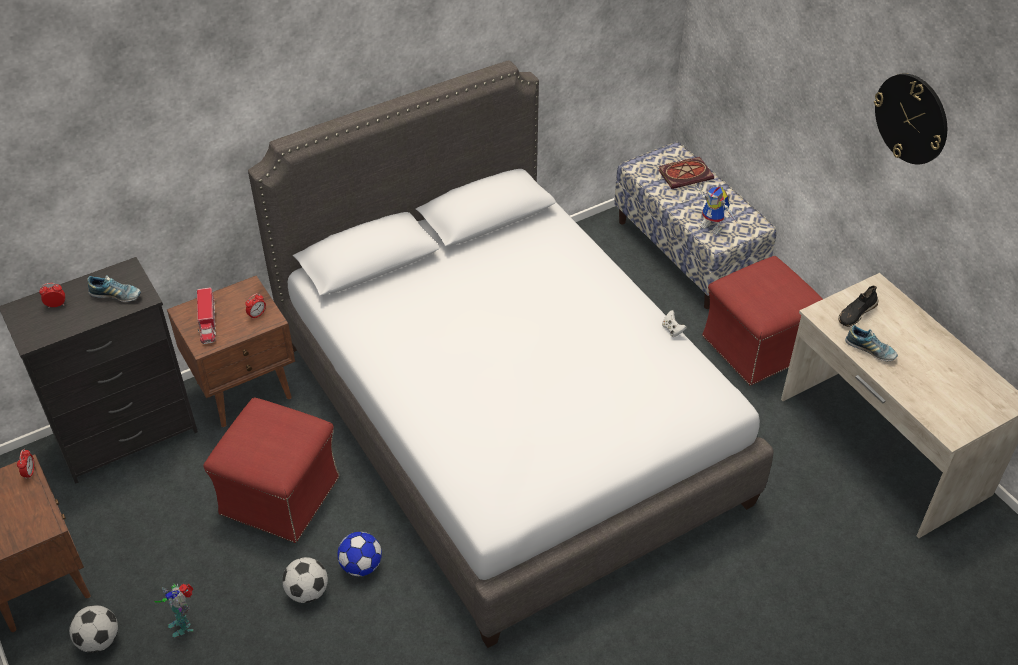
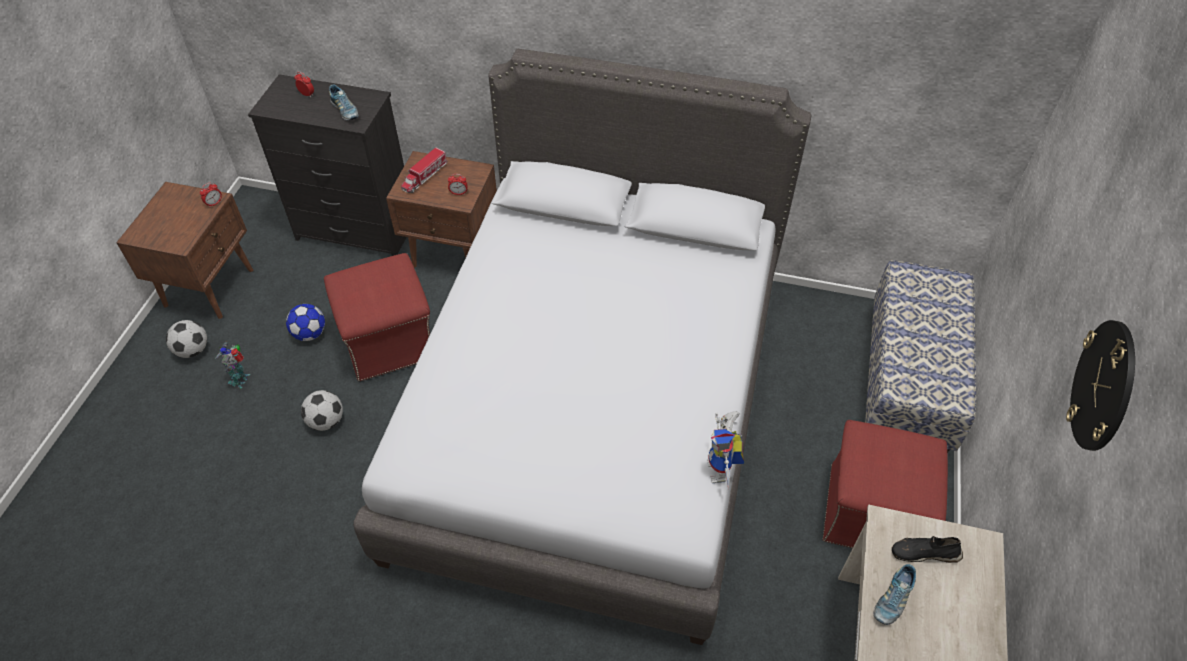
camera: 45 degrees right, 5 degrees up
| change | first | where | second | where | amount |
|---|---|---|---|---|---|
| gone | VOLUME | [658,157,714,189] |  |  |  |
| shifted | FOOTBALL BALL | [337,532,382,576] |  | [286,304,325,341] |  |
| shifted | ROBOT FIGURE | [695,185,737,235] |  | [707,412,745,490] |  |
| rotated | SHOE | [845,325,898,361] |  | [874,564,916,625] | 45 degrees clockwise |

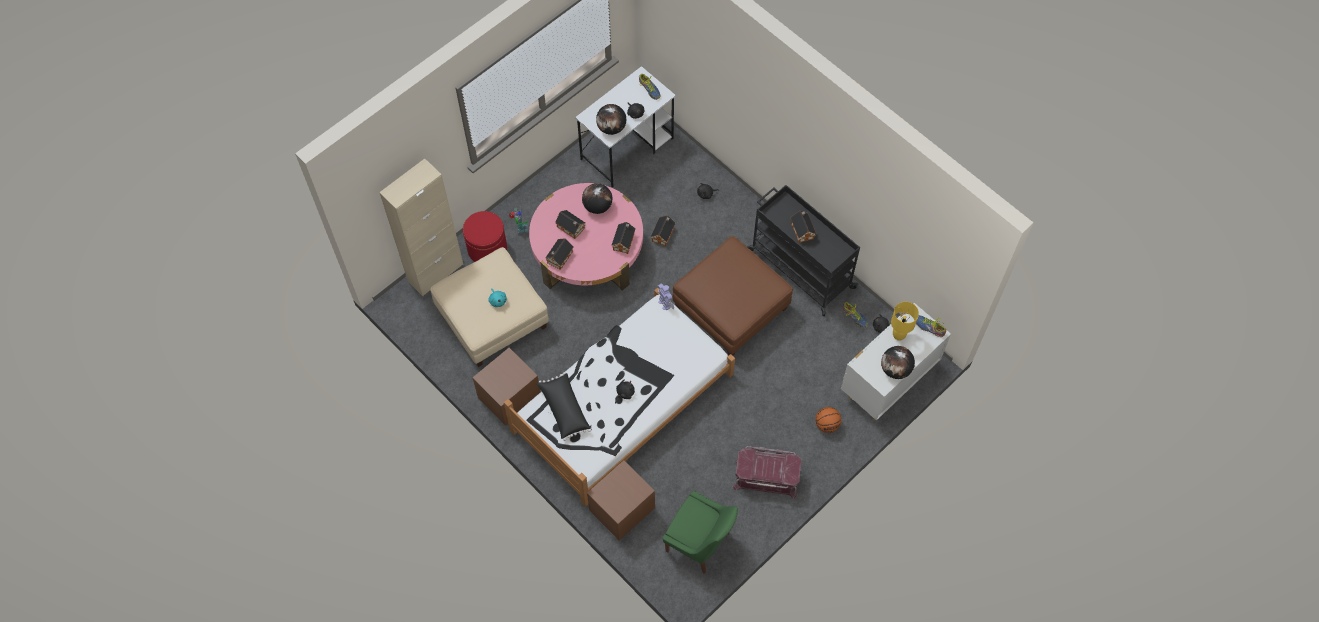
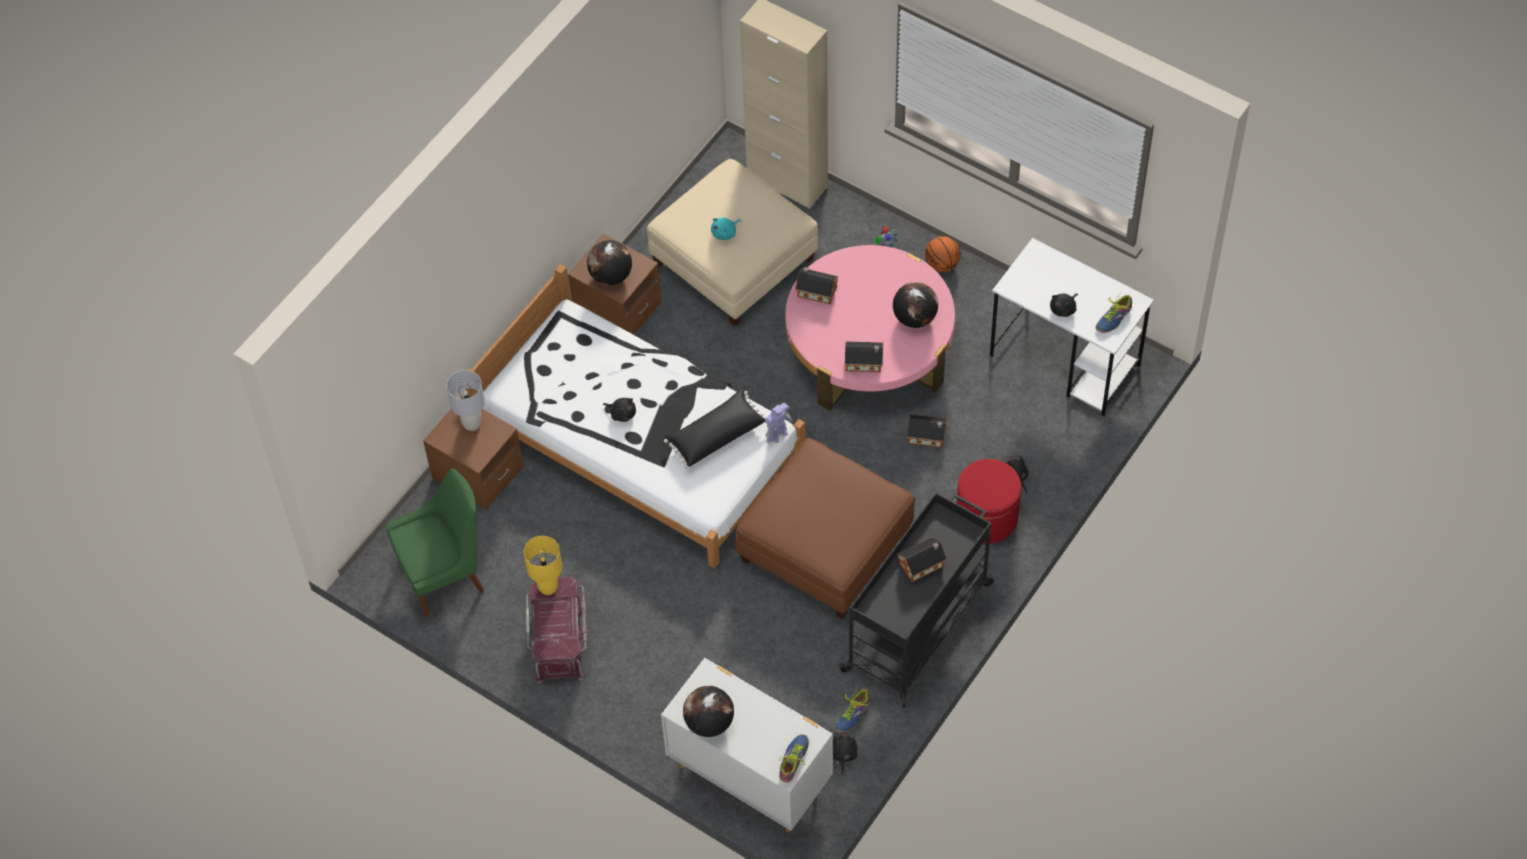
camera: 80 degrees right, 5 degrees down
| change | first | where | second | where | amount |
|---|---|---|---|---|---|
| gone | MODEL HOUSE | [555,210,585,239] |  |  |  |
| new |  |  | GRAY TABLETOP LAMP | [447,370,485,431] |  |
| shifted | RED-COLOURED OTTOMAN | [463,211,507,262] |  | [957,459,1022,543] |  |
| shifted | BLACK-COLOURED THROW PILLOW | [537,372,591,441] |  | [664,389,767,469] |  |
| shifted | WORLD GLOBE | [596,104,626,135] |  | [587,240,632,286] |  |
| shifted | BASKETBALL | [815,407,841,433] |  | [925,236,961,272] |  |
| shifted | YELLOW TABLETOP LAMP | [891,302,919,341] |  | [524,536,562,595] |  |
| rotated | GREENISH UPRIGHT CHAIR | [663,490,738,574] |  | [385,469,484,617] | 135 degrees counterclockwise |

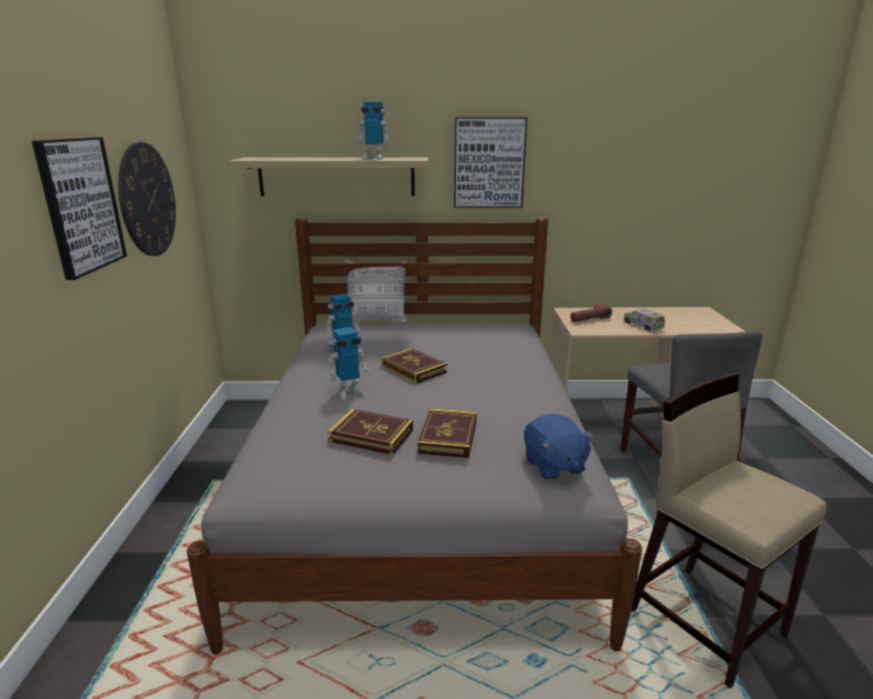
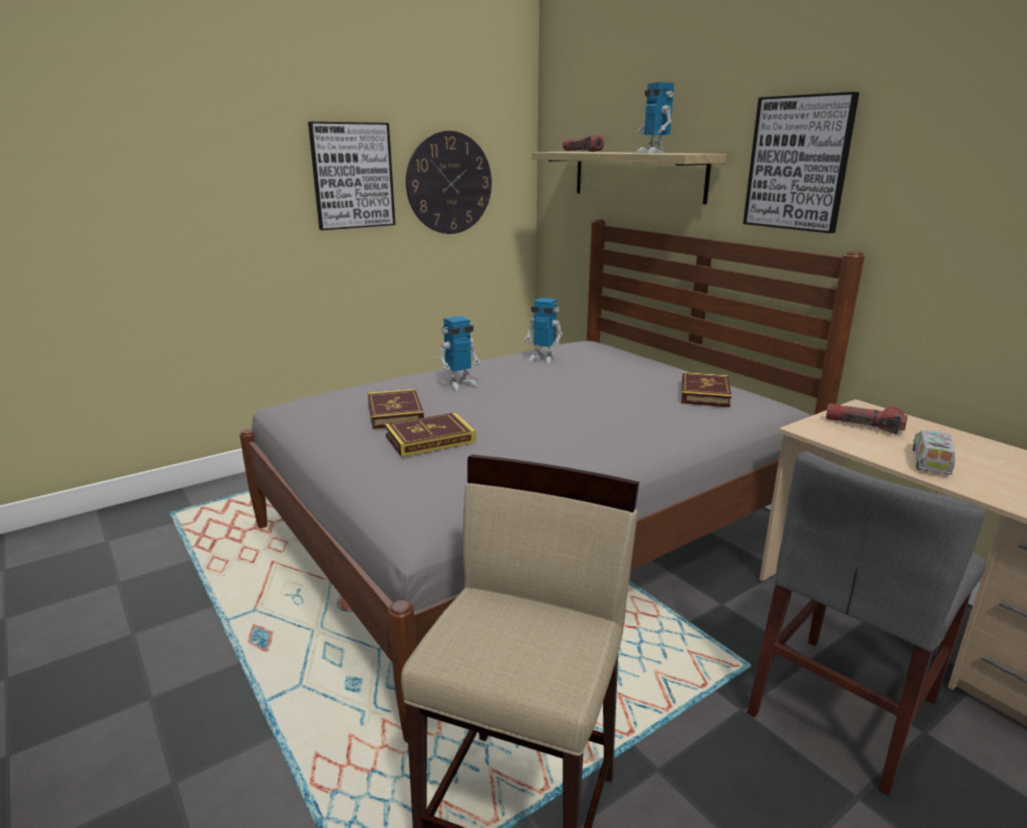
camera: 55 degrees right, 0 degrees up
| change | first | where | second | where | amount |
|---|---|---|---|---|---|
| gone | THROW PILLOW | [344,260,407,324] |  |  |  |
| gone | BLUE CUDDLY TOY | [524,414,594,480] |  |  |  |
| new |  |  | HAND TORCH | [563,135,604,152] |  |
| shifted | VOLUME | [382,348,447,384] |  | [681,372,732,407] |  |
| rotated | ROBOT FIGURE | [327,327,370,400] |  | [439,316,481,391] | 60 degrees counterclockwise |

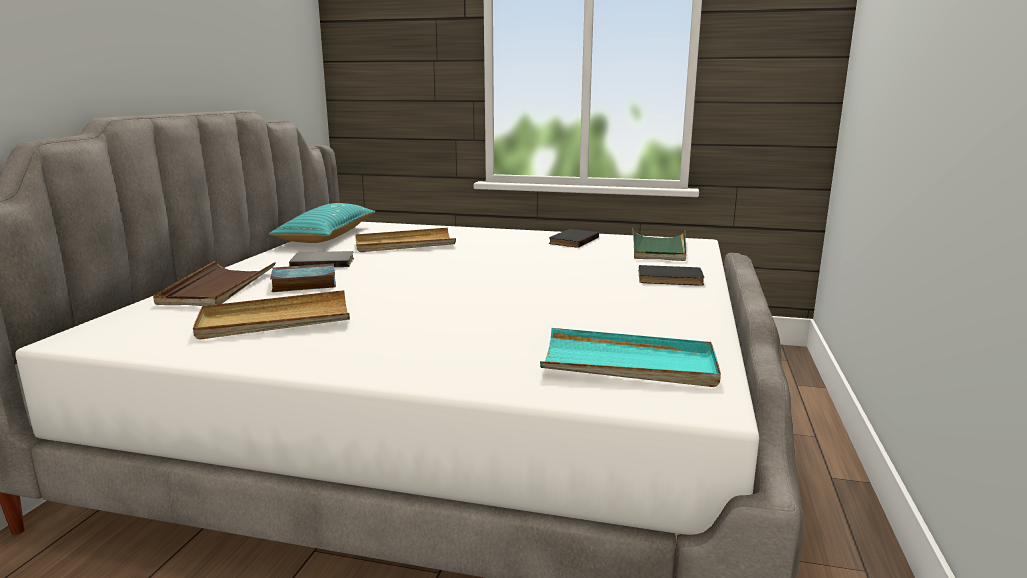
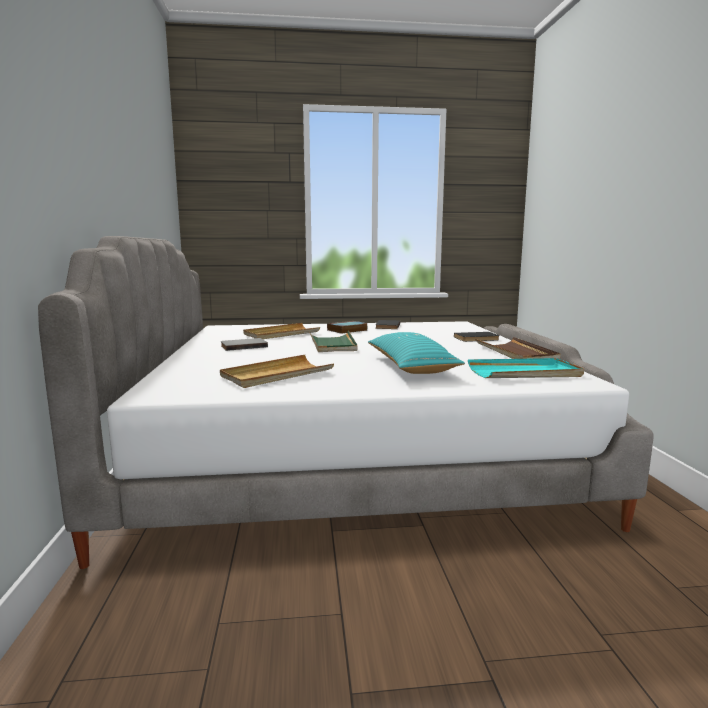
camera: 20 degrees left, 5 degrees down
| change | first | where | second | where | amount |
|---|---|---|---|---|---|
| shifted | BROWN-COLOURED SERVING TRAY | [153,261,276,306] |  | [475,337,561,359] |  |
| shifted | TURQUOISE-COLOURED THROW PILLOW | [268,203,375,243] |  | [368,332,465,374] |  |
| shifted | VOLUME | [270,263,336,292] |  | [327,321,368,334] |  |
| shifted | GREENISH SERVING TRAY | [632,228,686,261] |  | [309,331,357,352] |  |

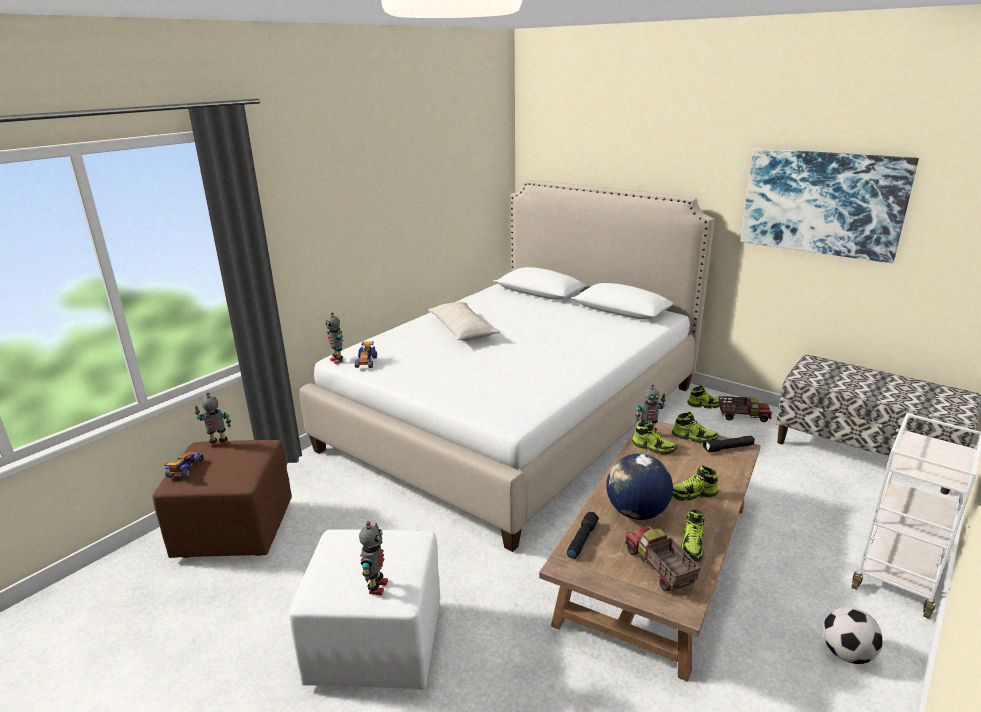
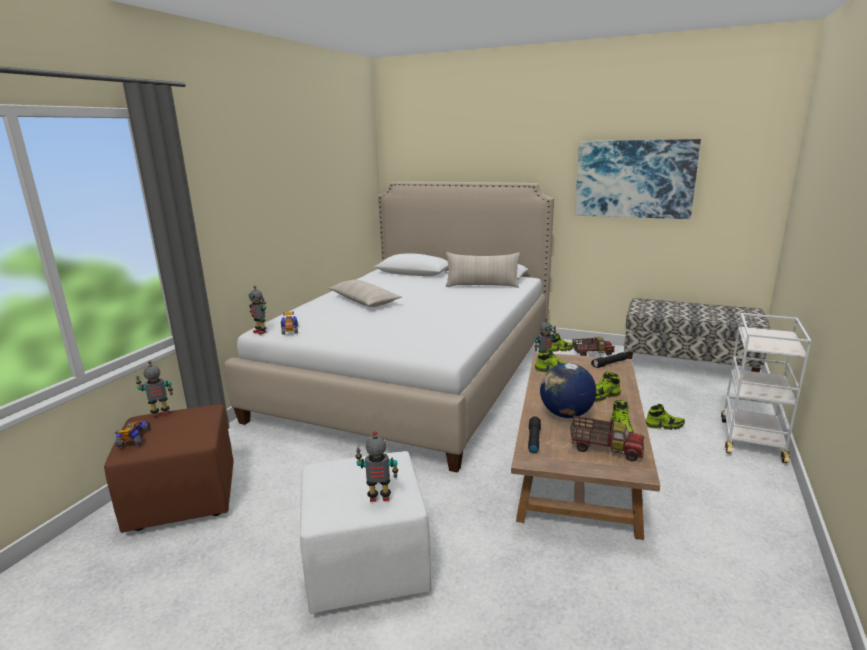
camera: 15 degrees left, 5 degrees down
| change | first | where | second | where | amount |
|---|---|---|---|---|---|
| gone | FOOTBALL BALL | [823,607,883,664] |  |  |  |
| new |  |  | BEIGE-COLOURED THROW PILLOW | [446,252,520,288] |  |
| shifted | SHOE | [672,412,719,444] |  | [646,404,685,430] |  |
| rotated | ROBOT FIGURE | [359,521,388,595] |  | [356,431,398,502] | 90 degrees counterclockwise |
| rotated | TOY LORRY | [625,526,701,592] |  | [570,416,644,461] | 150 degrees clockwise |

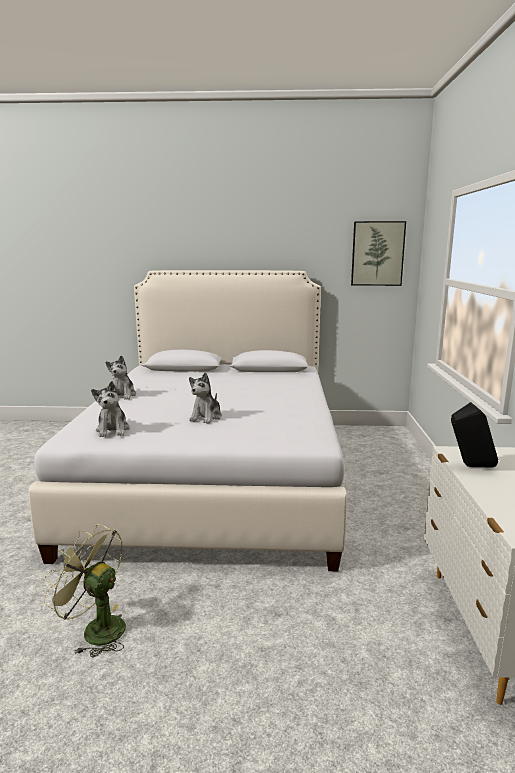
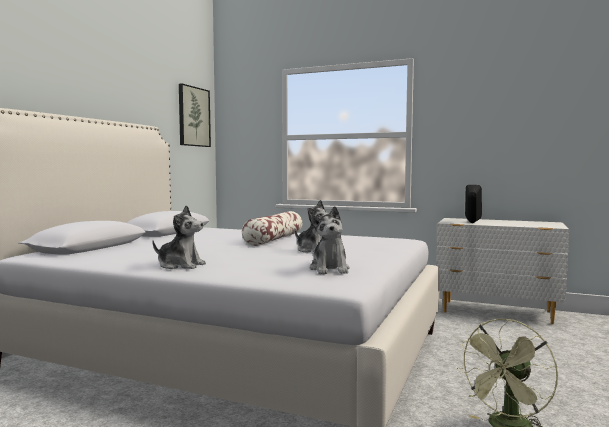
camera: 70 degrees left, 10 degrees down
| change | first | where | second | where | amount |
|---|---|---|---|---|---|
| new |  |  | THROW PILLOW | [242,211,302,246] |  |
| rotated | CUDDLY TOY | [91,381,130,437] |  | [310,206,350,274] | 75 degrees clockwise |

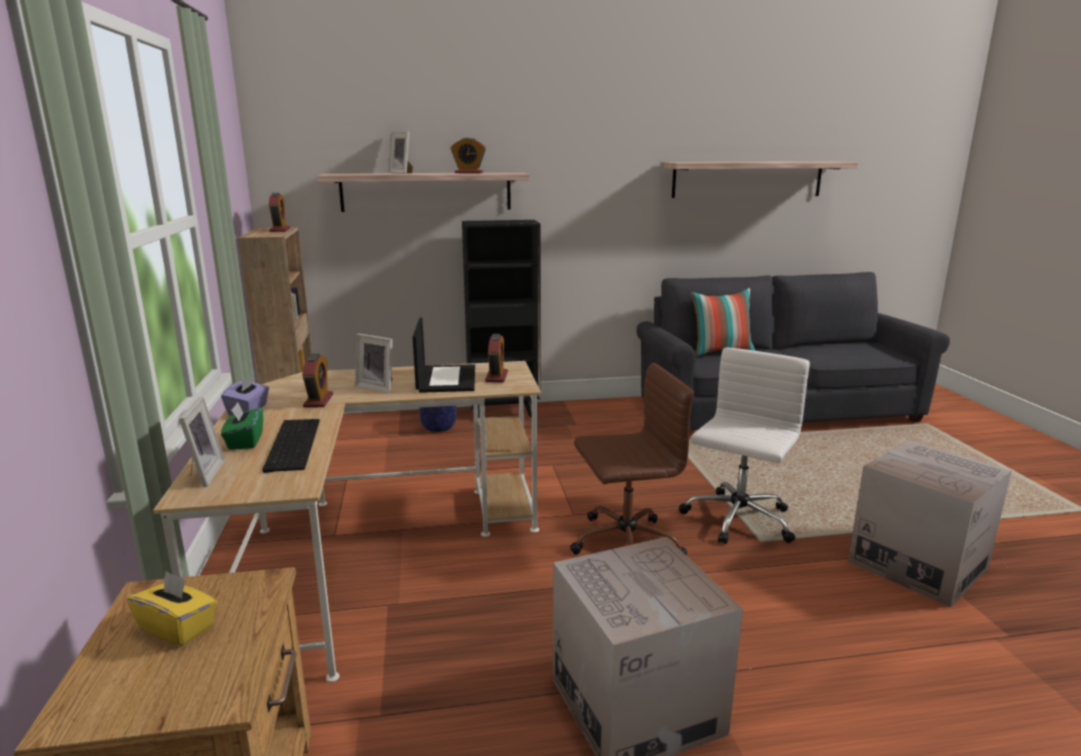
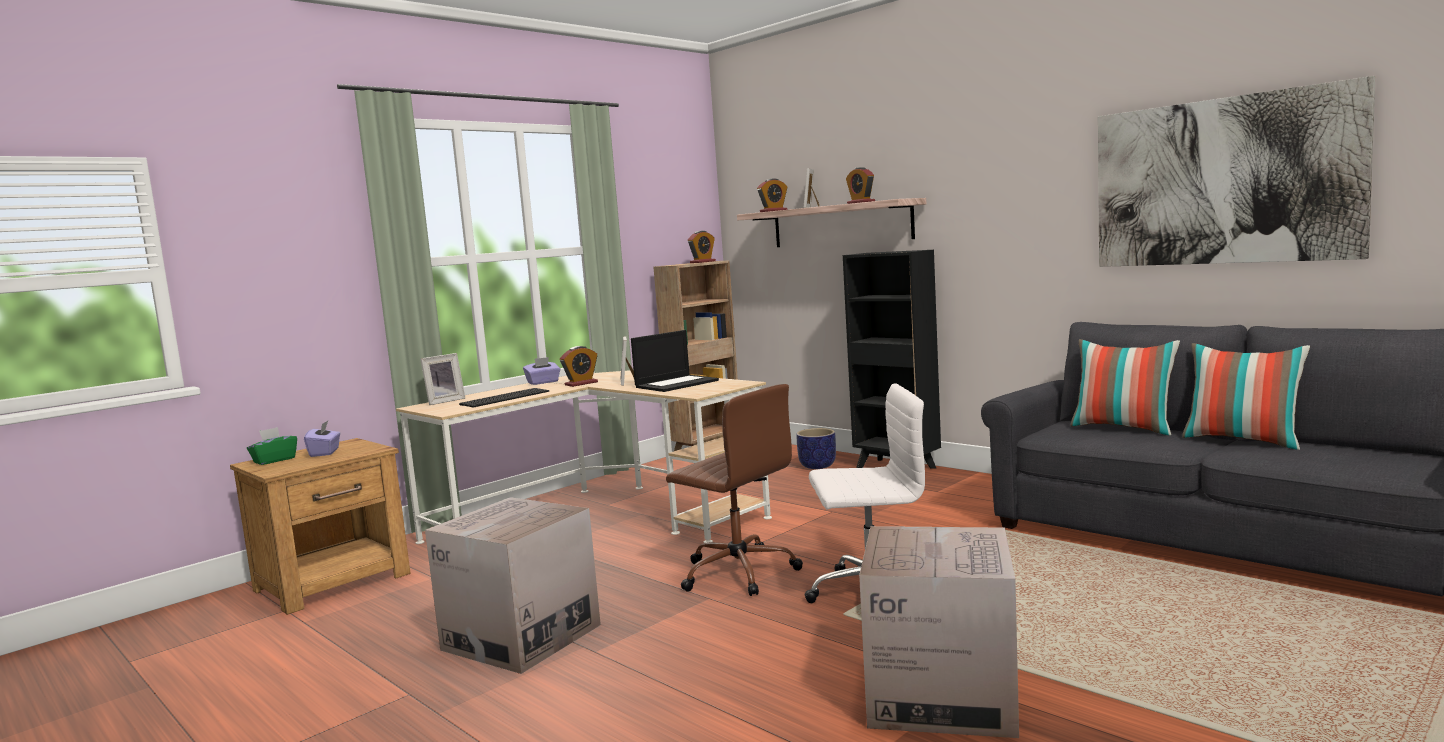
camera: 55 degrees right, 10 degrees down
| change | first | where | second | where | amount |
|---|---|---|---|---|---|
| new |  |  | THROW PILLOW | [1182,343,1310,450] |  |
| shifted | GREENISH BOX OF TISSUES | [221,402,263,450] |  | [247,427,297,465] |  |
| shifted | BEDSIDE CLOCK | [485,334,508,382] |  | [757,178,788,212] |  |
| swapped | WALL SHELF | [661,161,858,198] | WALL ART | [1098,76,1375,267] |  |
| repainted | YELLOW BOX OF TISSUES | [127,571,217,646] | PURPLE BOX OF TISSUES | [304,421,340,457] |  |

